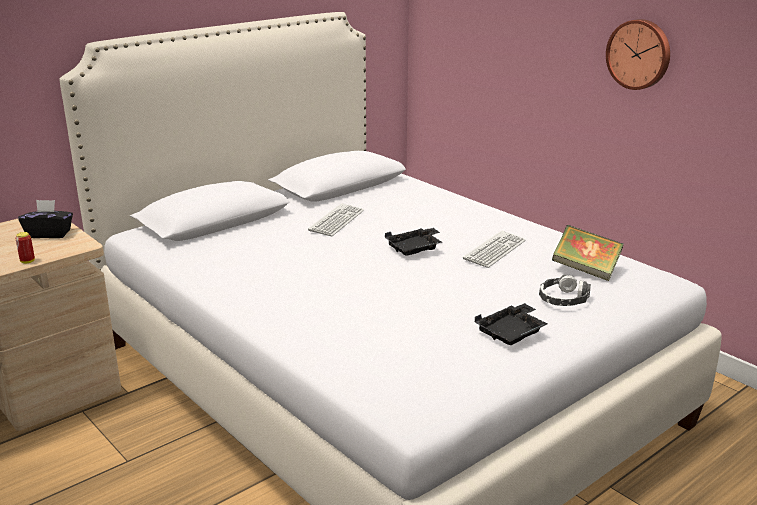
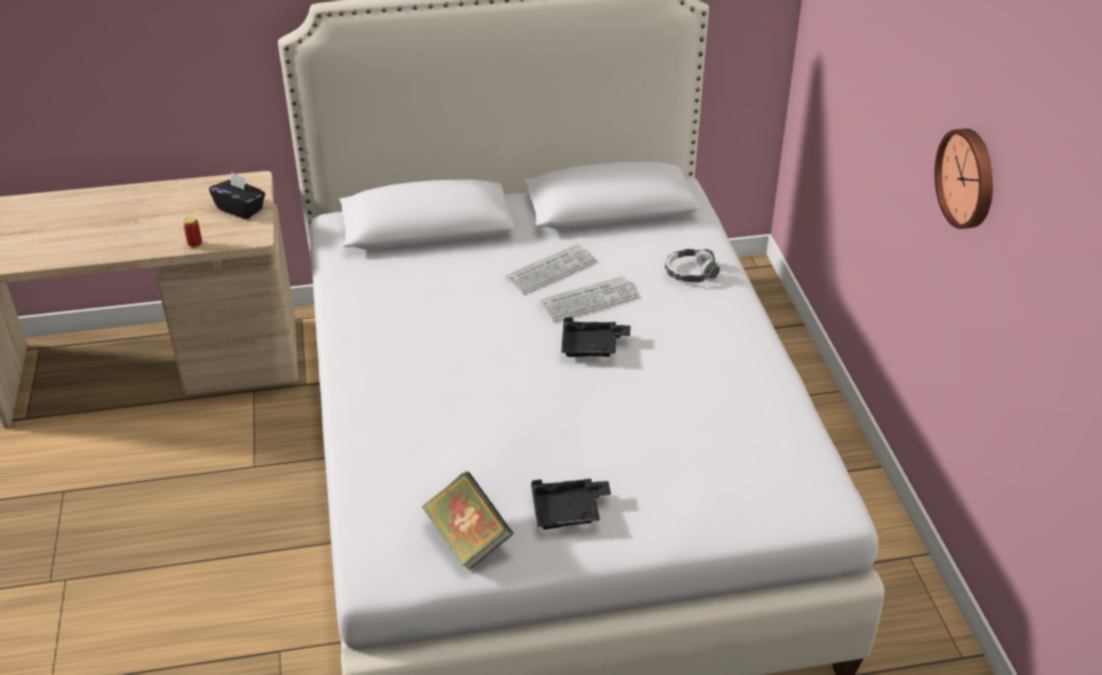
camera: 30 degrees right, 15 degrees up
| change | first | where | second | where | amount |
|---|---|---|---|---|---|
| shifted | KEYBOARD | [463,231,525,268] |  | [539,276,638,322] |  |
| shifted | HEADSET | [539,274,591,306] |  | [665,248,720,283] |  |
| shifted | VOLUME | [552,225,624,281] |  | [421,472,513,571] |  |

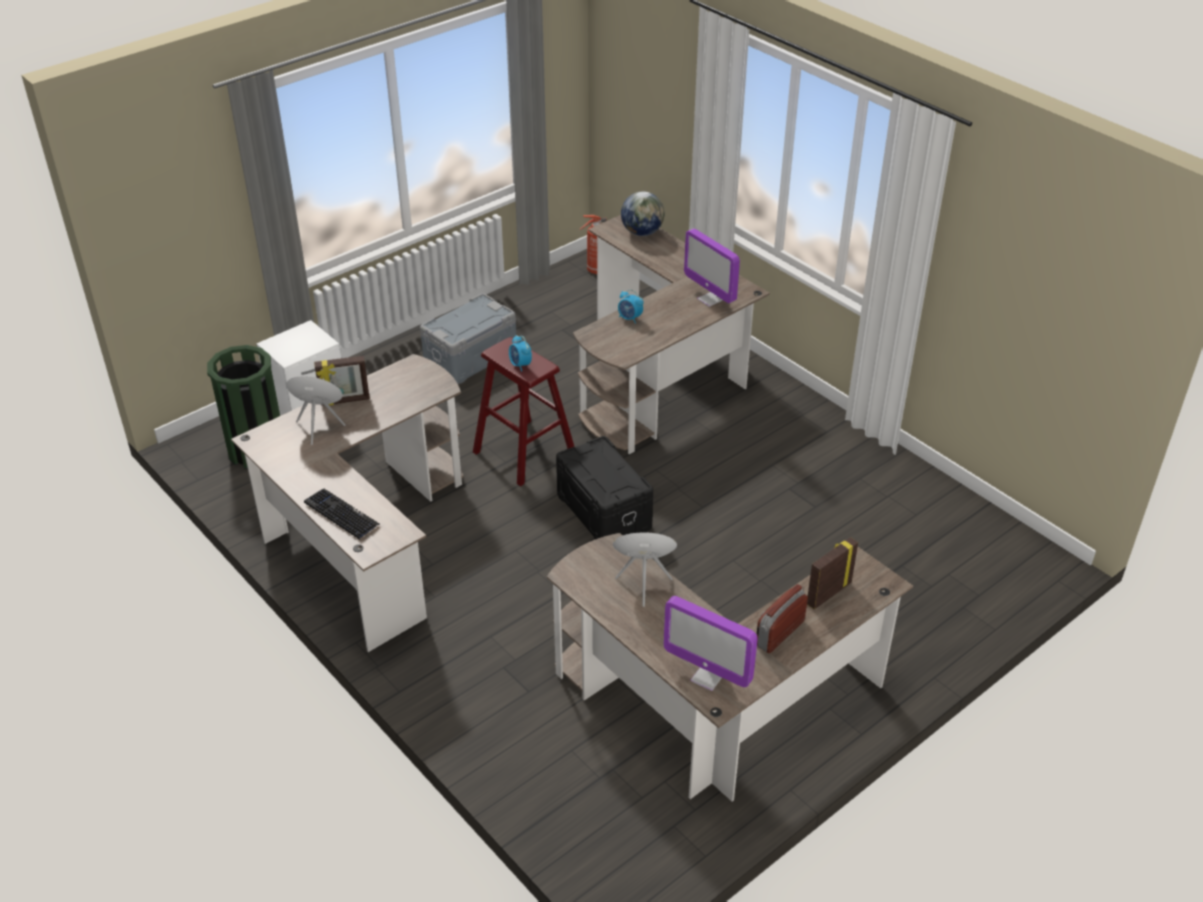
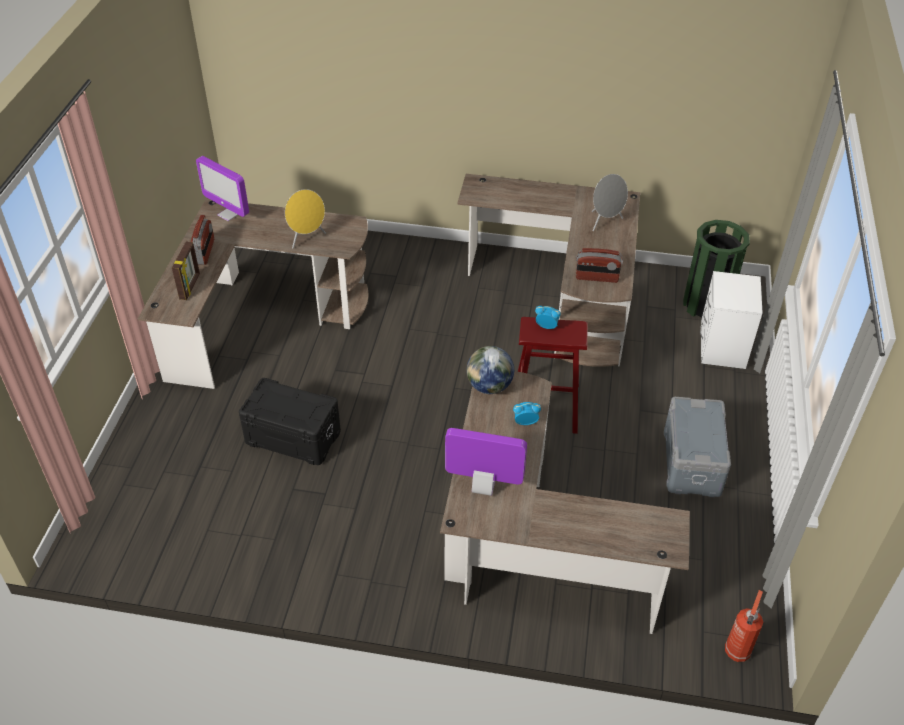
camera: 140 degrees right, 5 degrees up
| change | first | where | second | where | amount |
|---|---|---|---|---|---|
| gone | KEYBOARD | [304,489,380,539] |  |  |  |
| gone | STANDING FRAME | [314,356,370,406] |  |  |  |
| new |  |  | RADIO SET | [576,248,623,283] |  |
| shifted | BLACK-COLOURED STORAGE BOX | [556,436,653,539] |  | [239,378,341,465] |  |
| shifted | WORLD GLOBE | [621,191,664,236] |  | [466,346,514,394] |  |
| rotated | COMPUTER SCREEN | [664,596,758,691] |  | [196,156,249,221] | 135 degrees counterclockwise |

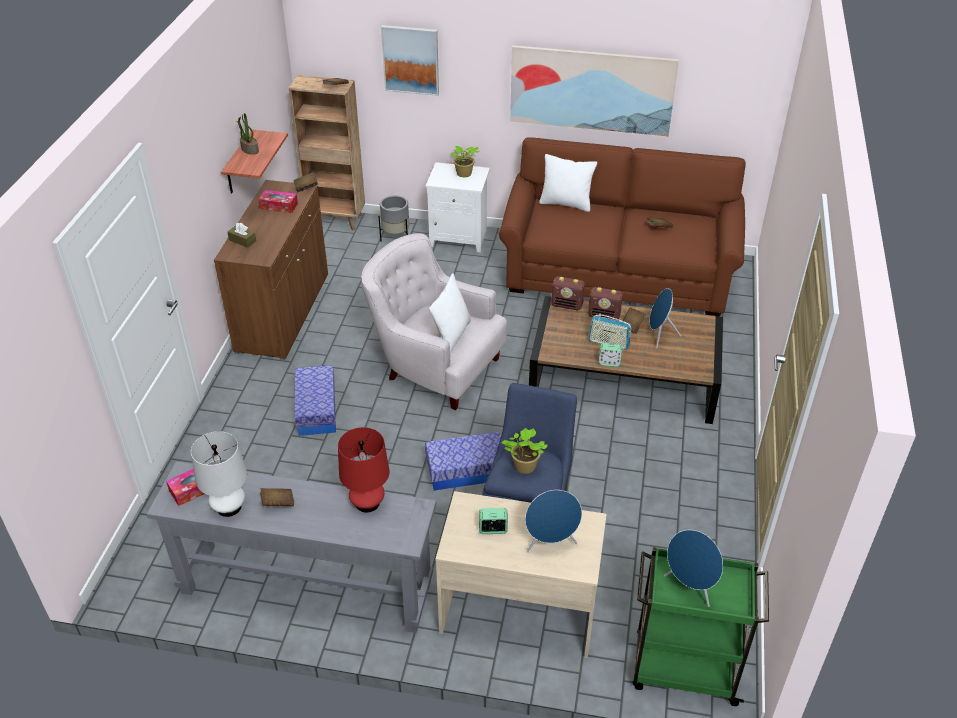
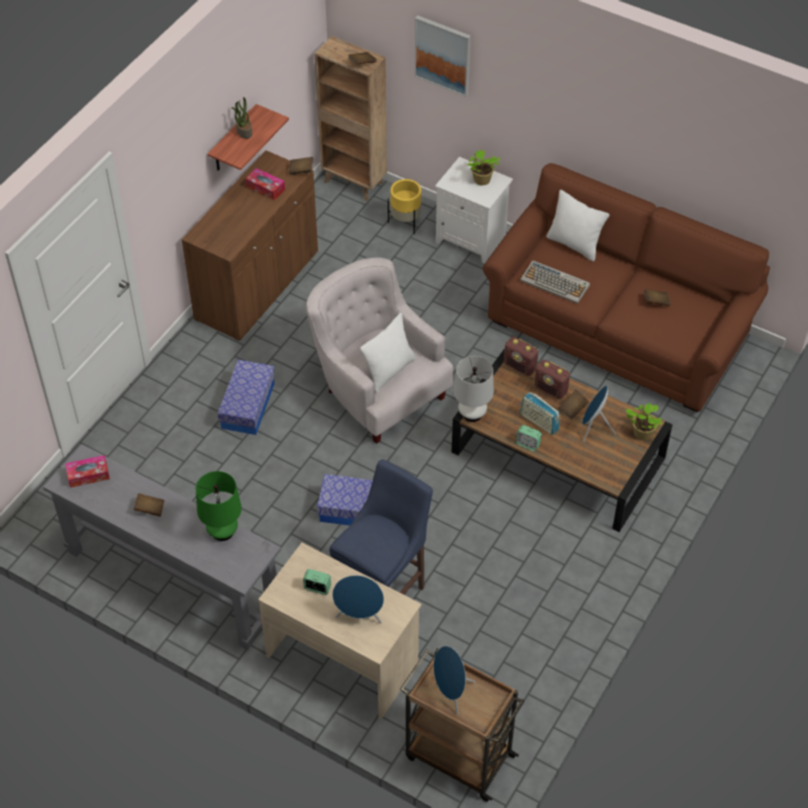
camera: 20 degrees right, 10 degrees up
| change | first | where | second | where | amount |
|---|---|---|---|---|---|
| gone | BROWN-COLOURED BOX OF TISSUES | [227,223,256,248] |  |  |  |
| gone | WALL ART | [510,45,679,136] |  |  |  |
| new |  |  | KEYBOARD | [520,260,590,304] |  |
| shifted | WHITISH TABLETOP LAMP | [191,431,247,517] |  | [453,356,494,422] |  |
| shifted | POTTED PLANT | [501,428,548,474] |  | [625,403,663,440] |  |
| repainted | RED-COLOURED TABLETOP LAMP | [338,427,389,513] | GREENISH TABLETOP LAMP | [196,471,242,541] |  |
| repainted | GRAY FLOWER POT | [379,195,409,242] | YELLOW FLOWER POT | [388,179,421,234] |  |
| repainted | GREENISH WHEELED CART | [633,547,769,706] | BROWN-COLOURED WHEELED CART | [400,648,524,802] |  |

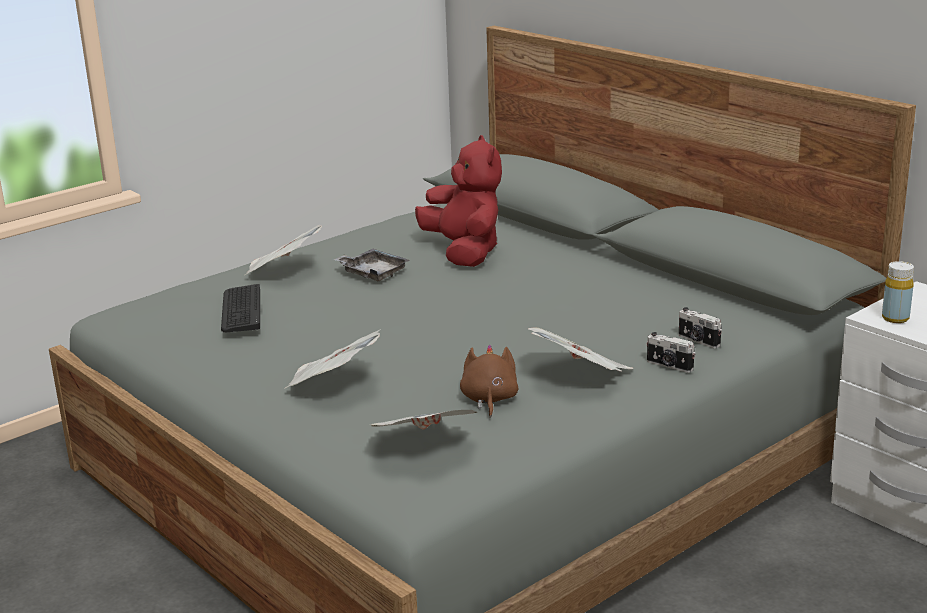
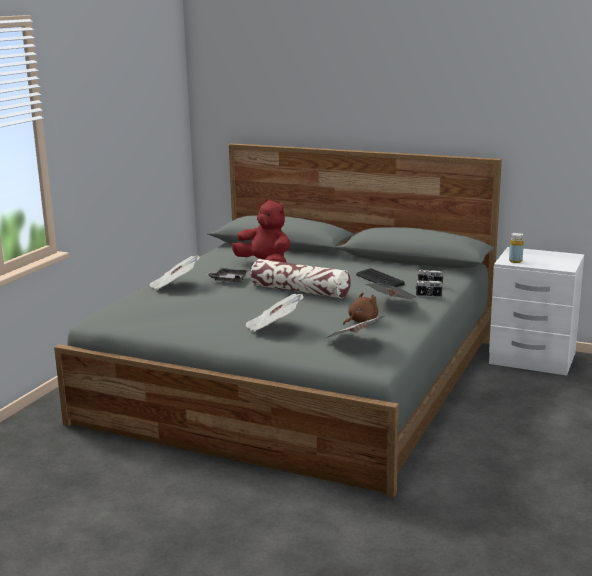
camera: 25 degrees left, 5 degrees down
| change | first | where | second | where | amount |
|---|---|---|---|---|---|
| new |  |  | THROW PILLOW | [250,259,351,299] |  |
| shifted | KEYBOARD | [221,284,260,332] |  | [356,268,404,287] |  |
| rotated | BROWN-COLOURED CUDDLY TOY | [460,345,518,418] |  | [343,292,378,325] | 75 degrees clockwise |

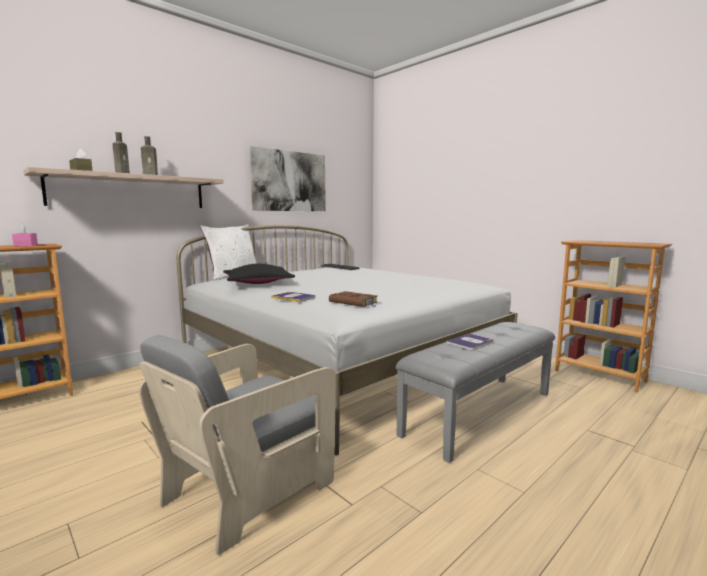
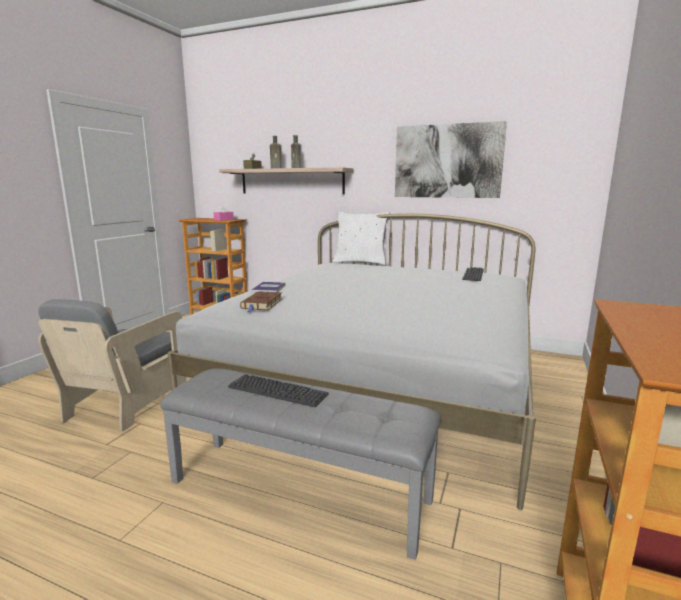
camera: 65 degrees right, 5 degrees up
| change | first | where | second | where | amount |
|---|---|---|---|---|---|
| gone | BLACK-COLOURED THROW PILLOW | [223,263,295,284] |  |  |  |
| swapped | VOLUME | [447,334,494,350] | KEYBOARD | [228,374,329,407] |  |
| rotated | GRAY ARMCHAIR | [139,335,336,555] |  | [38,299,186,431] | 90 degrees counterclockwise |

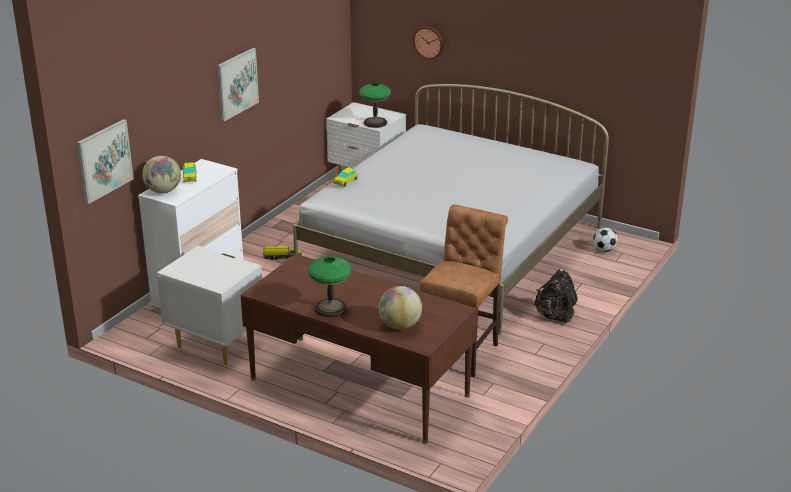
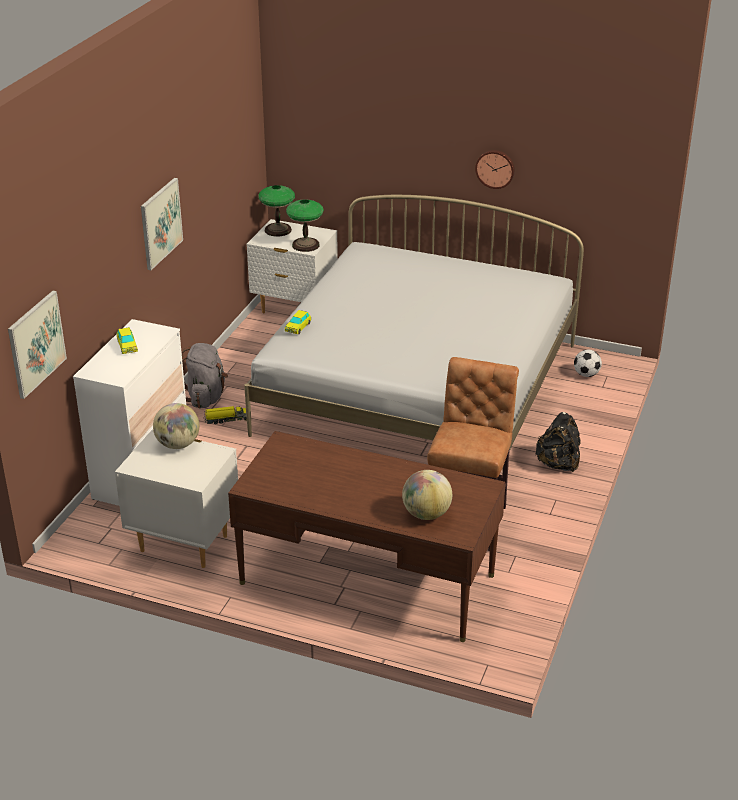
camera: 10 degrees left, 5 degrees up
| change | first | where | second | where | amount |
|---|---|---|---|---|---|
| new |  |  | GRAY BACKPACK | [182,343,228,408] |  |
| shifted | WORLD GLOBE | [142,156,181,194] |  | [153,403,199,449] |  |
| shifted | TABLETOP LAMP | [308,256,352,317] |  | [258,185,295,237] |  |
| shifted | HANGING CLOCK | [413,26,444,59] |  | [475,150,515,189] |  |

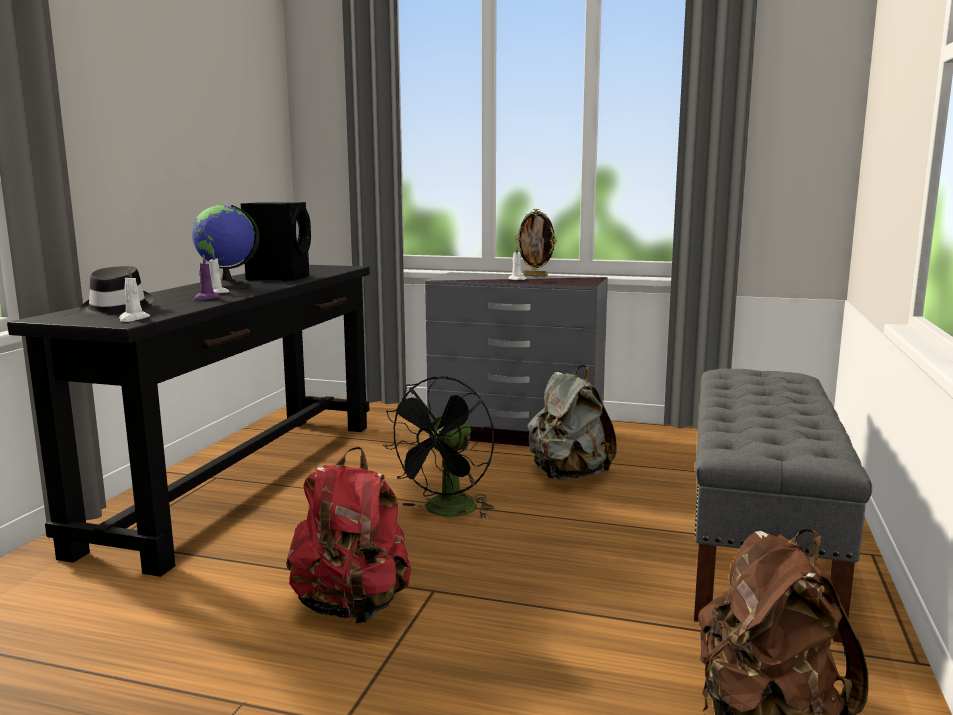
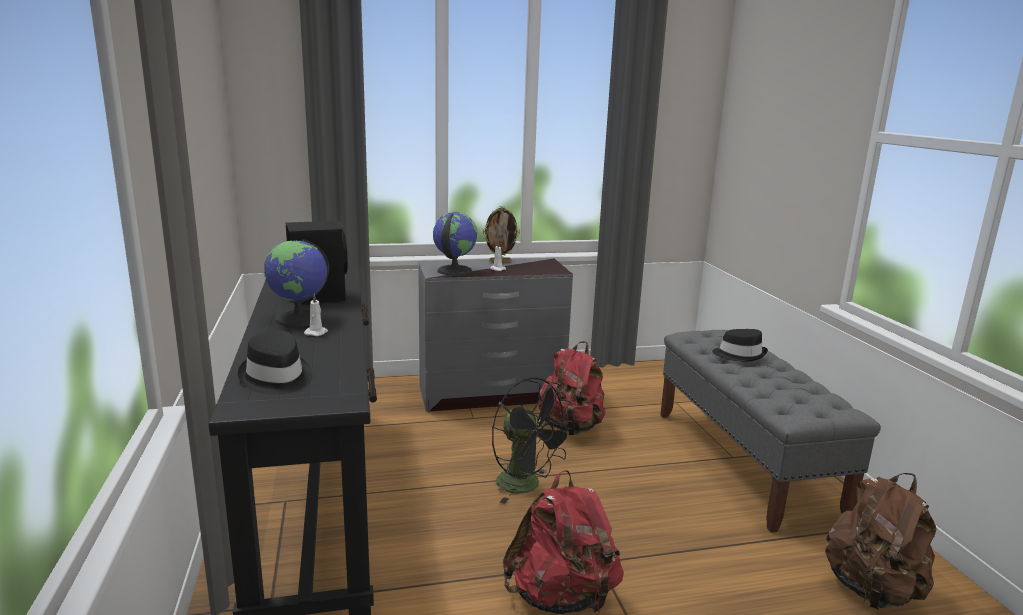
camera: 30 degrees left, 5 degrees up
| change | first | where | second | where | amount |
|---|---|---|---|---|---|
| gone | WHITISH CANDLE | [119,267,150,322] |  |  |  |
| gone | PURPLE CANDLE | [194,254,220,301] |  |  |  |
| new |  |  | WORLD GLOBE | [433,212,477,276] |  |
| new |  |  | BLACK-COLOURED CLOTHING HAT | [712,329,768,361] |  |
| repainted | GRAY BACKPACK | [527,365,617,480] | RED-COLOURED BACKPACK | [538,341,606,435] |  |
| rotated | BLACK-COLOURED ELECTRIC FAN | [383,376,495,519] |  | [492,377,575,504] | 45 degrees counterclockwise |

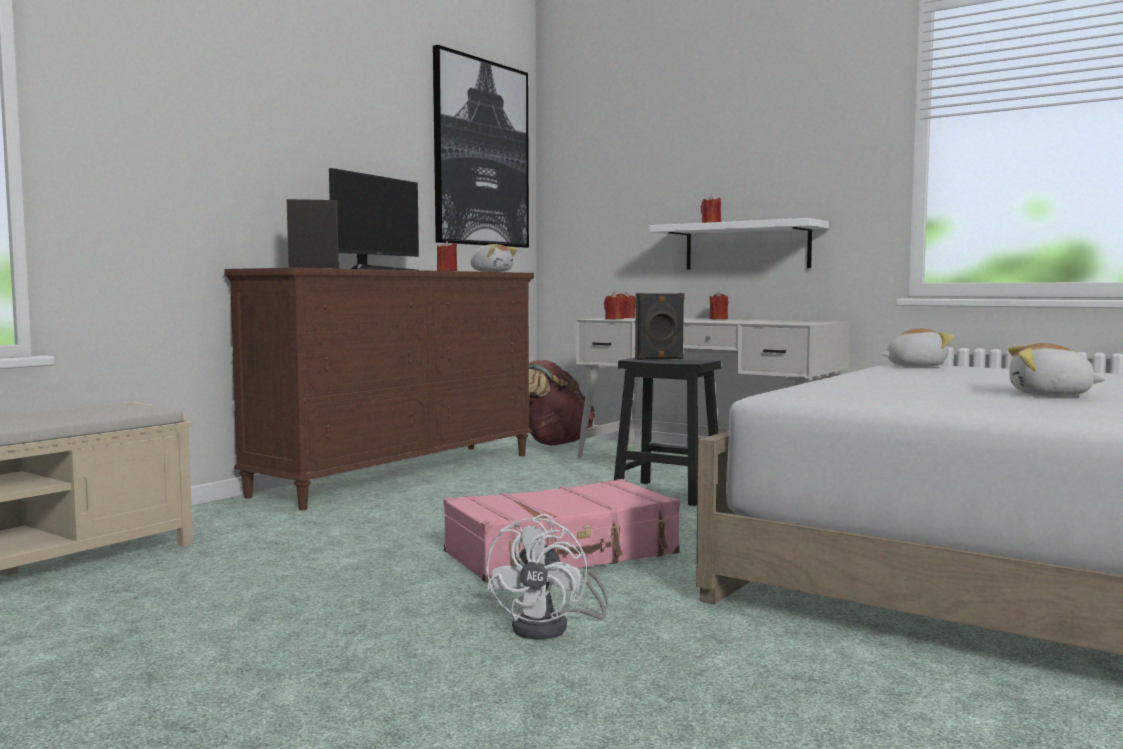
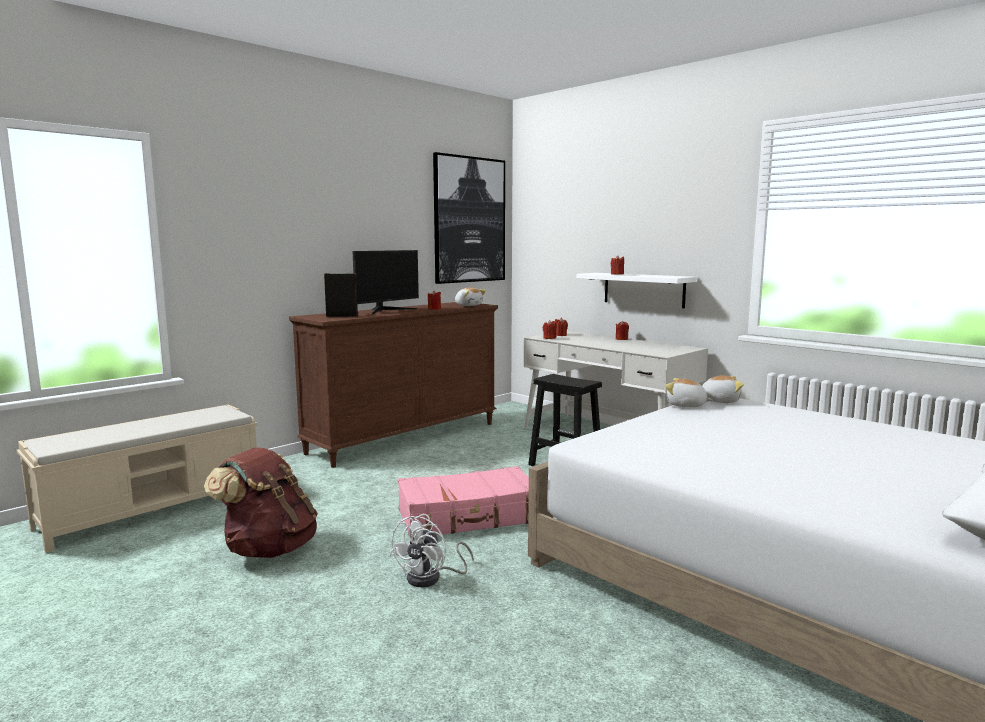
camera: 10 degrees right, 5 degrees up
| change | first | where | second | where | amount |
|---|---|---|---|---|---|
| gone | BLACK-COLOURED AUDIO SPEAKER | [635,293,684,360] |  |  |  |
| shifted | BROWN-COLOURED BACKPACK | [529,360,596,446] |  | [204,447,318,558] |  |
| shifted | CUDDLY TOY | [1008,343,1105,396] |  | [665,378,712,407] |  |

